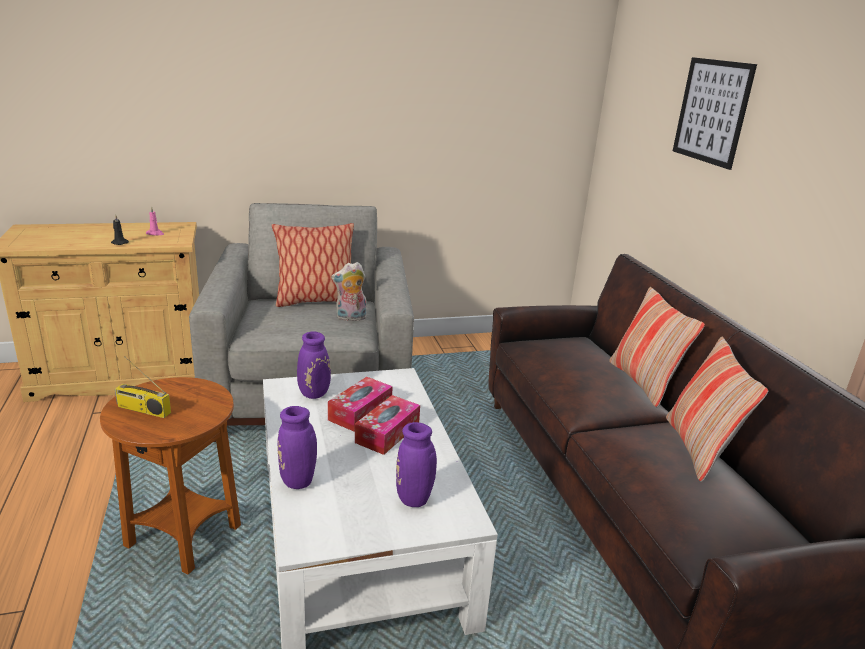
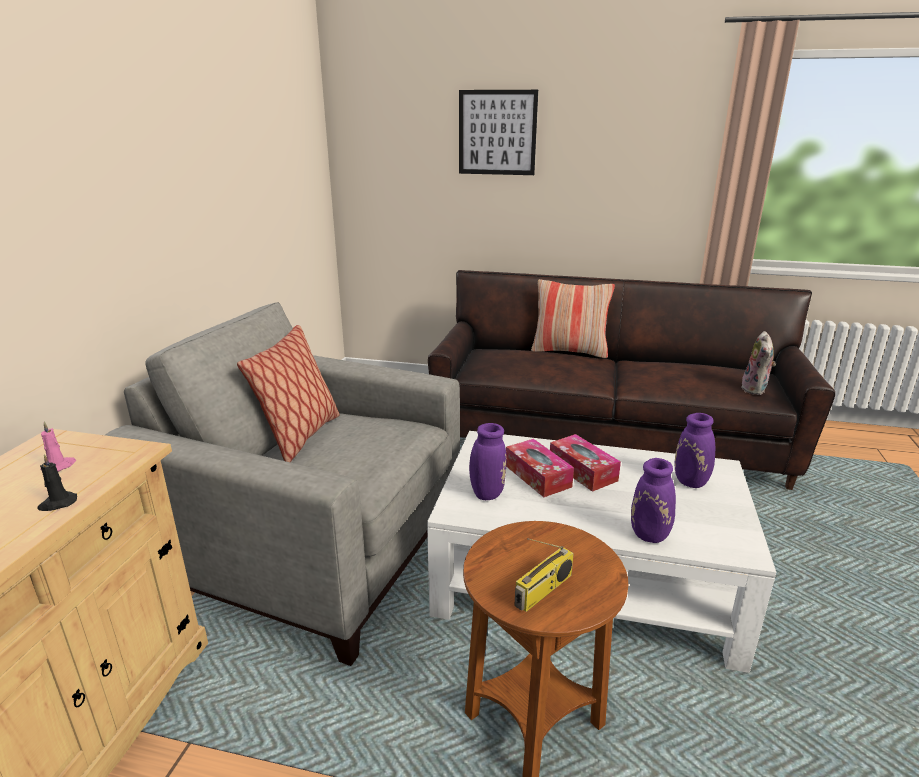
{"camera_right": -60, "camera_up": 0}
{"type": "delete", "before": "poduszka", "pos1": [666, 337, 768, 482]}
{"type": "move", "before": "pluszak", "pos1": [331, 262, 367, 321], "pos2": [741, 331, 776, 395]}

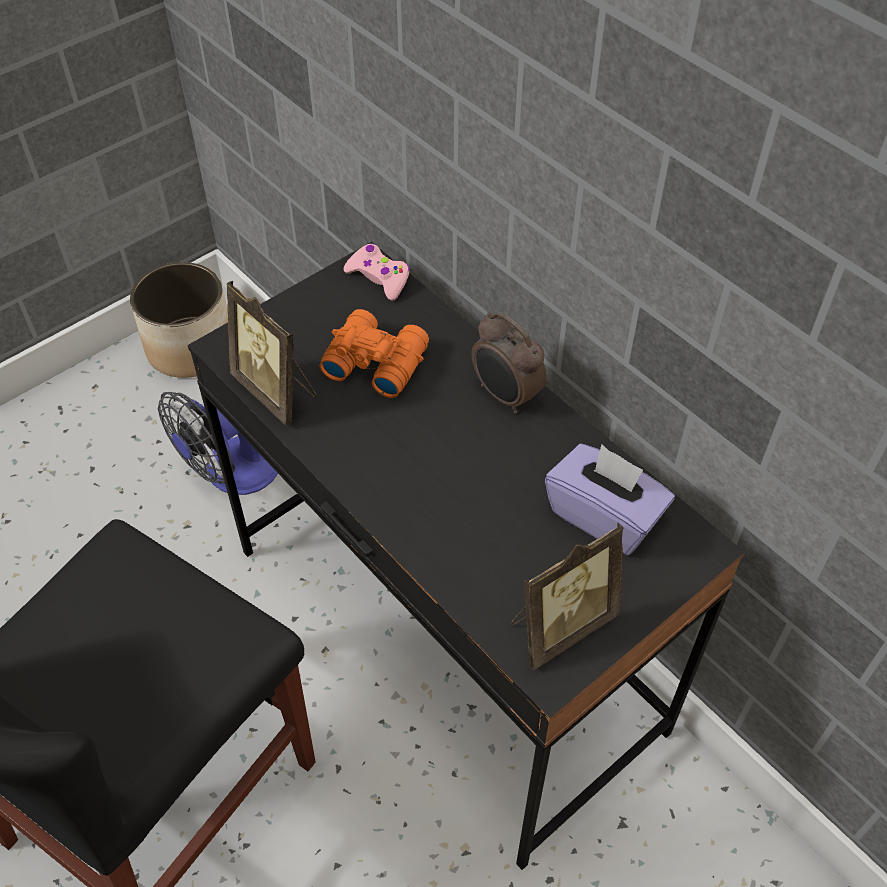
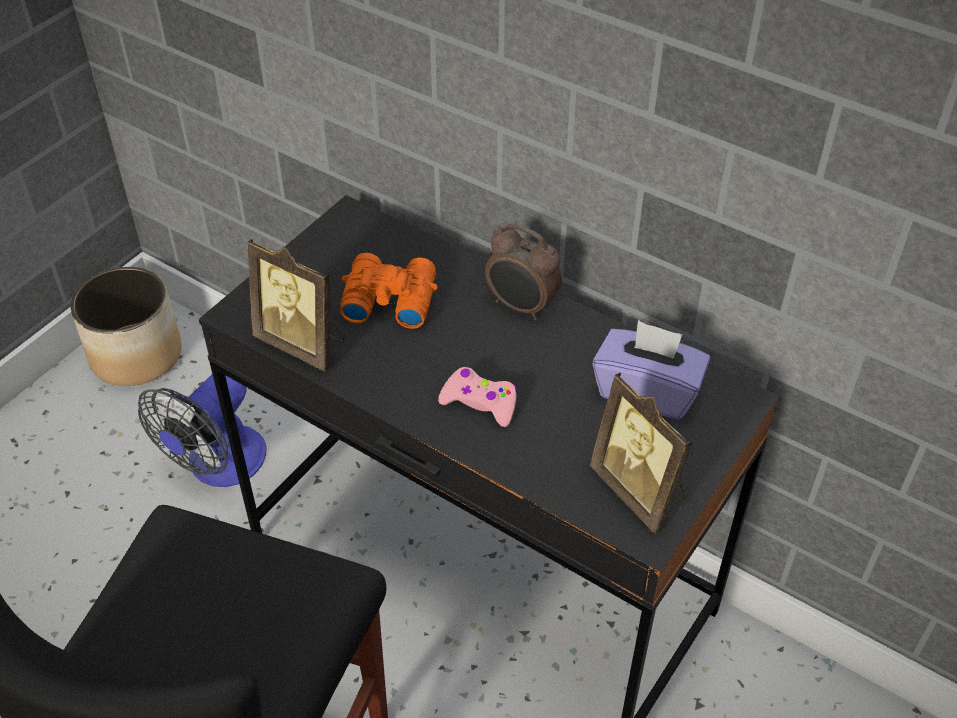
{"camera_right": -15, "camera_up": -5}
{"type": "move", "before": "pad do gier (różowy)", "pos1": [343, 244, 410, 301], "pos2": [438, 367, 517, 427]}
{"type": "rotate", "before": "ramka na zdjęcie", "pos1": [511, 523, 624, 671], "pos2": [590, 372, 692, 534], "turn": 105}

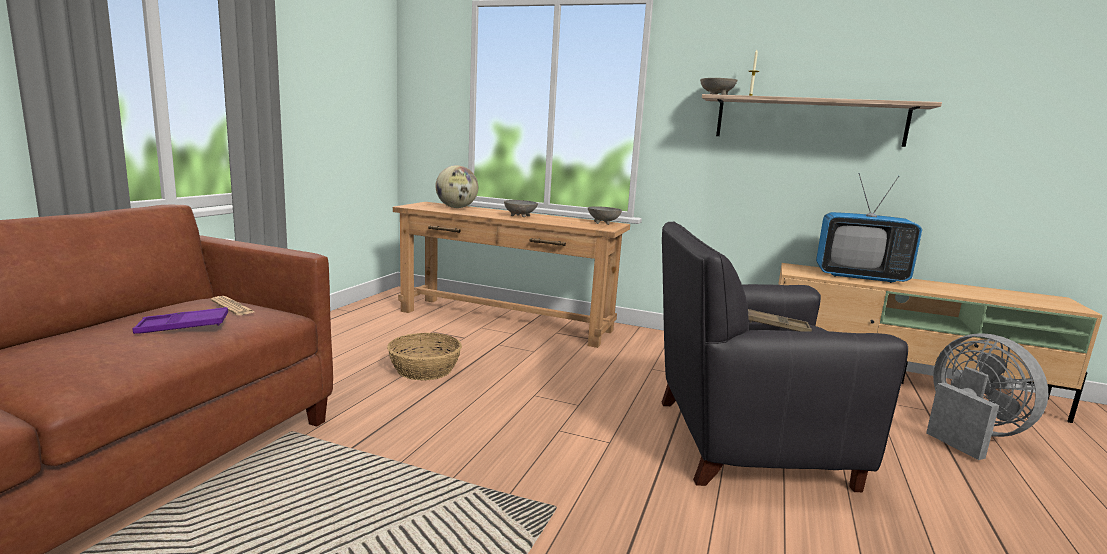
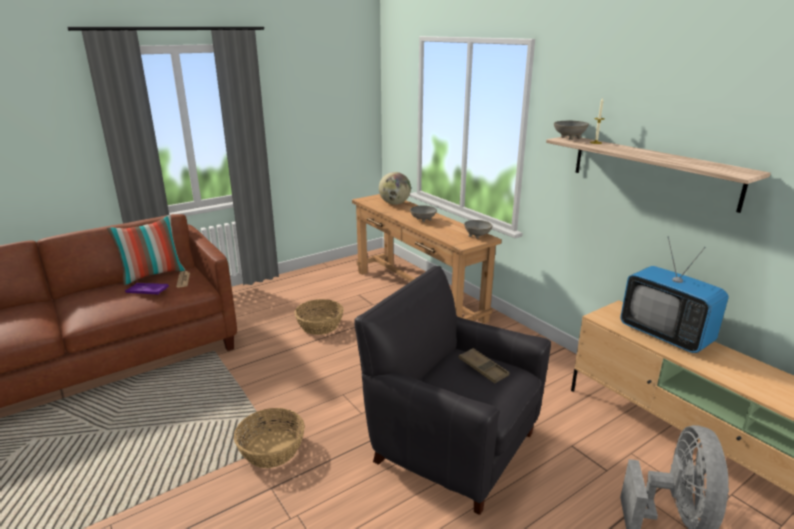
{"camera_right": 35, "camera_up": 10}
{"type": "insert", "after": "poduszka", "pos2": [107, 215, 185, 286]}
{"type": "insert", "after": "koszyk", "pos2": [234, 408, 305, 468]}

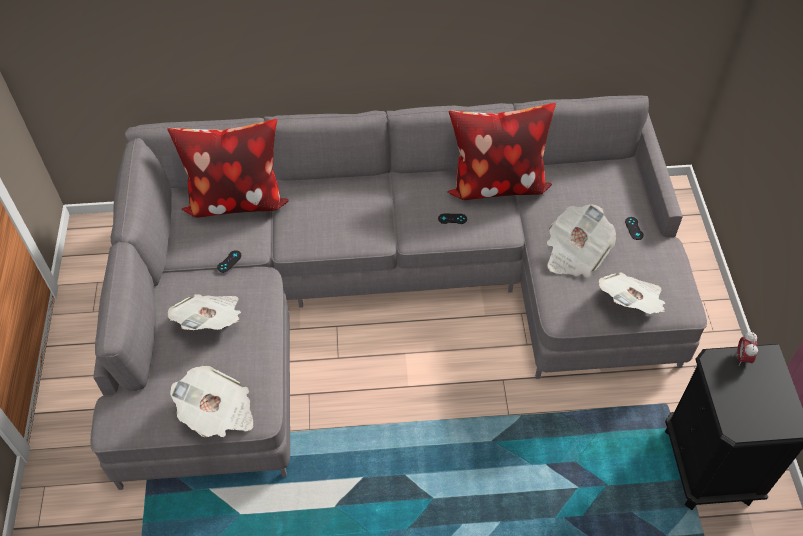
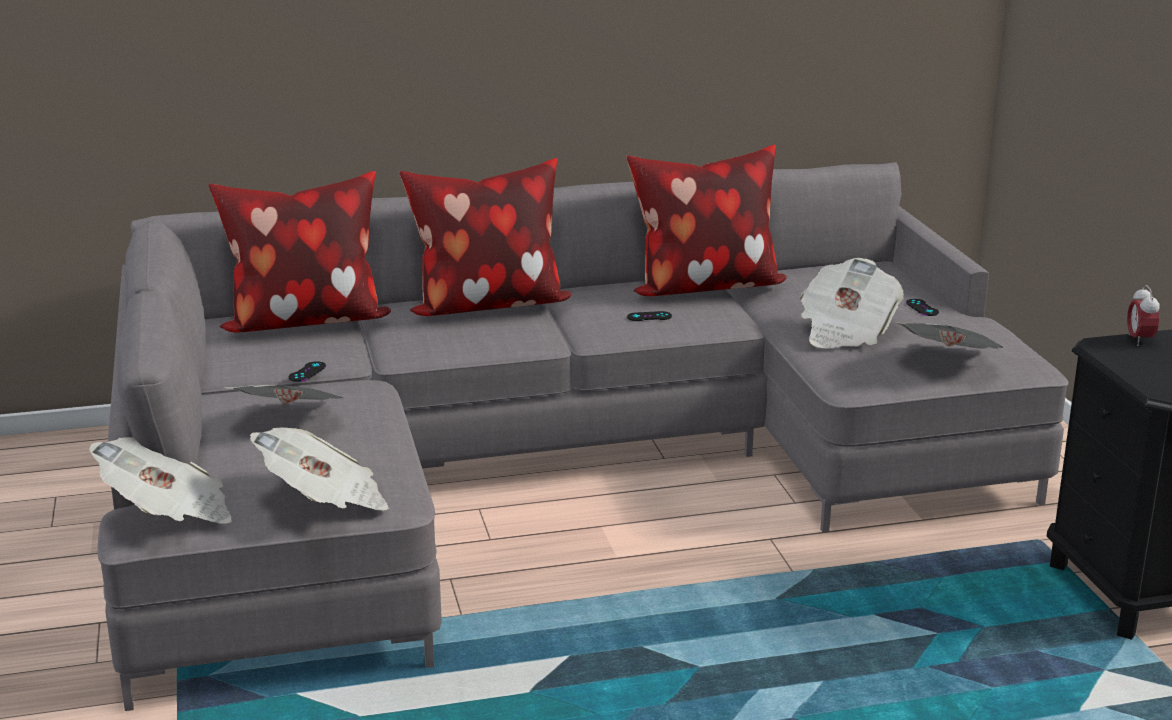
{"camera_right": -10, "camera_up": -30}
{"type": "insert", "after": "gazeta", "pos2": [89, 437, 232, 524]}
{"type": "insert", "after": "poduszka", "pos2": [399, 158, 572, 316]}

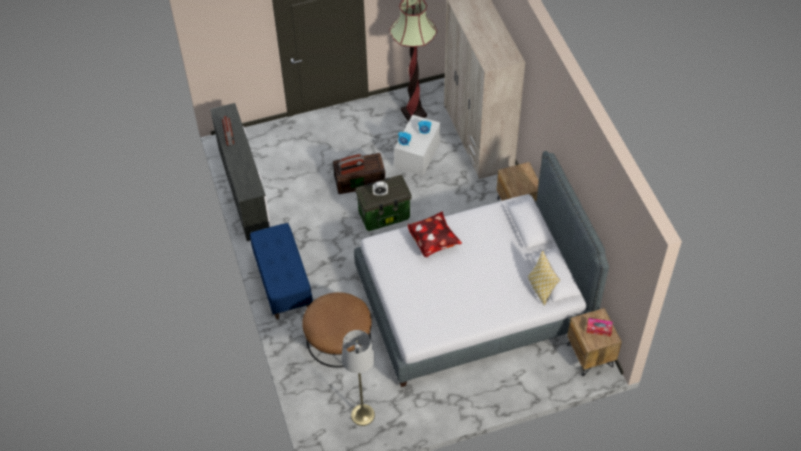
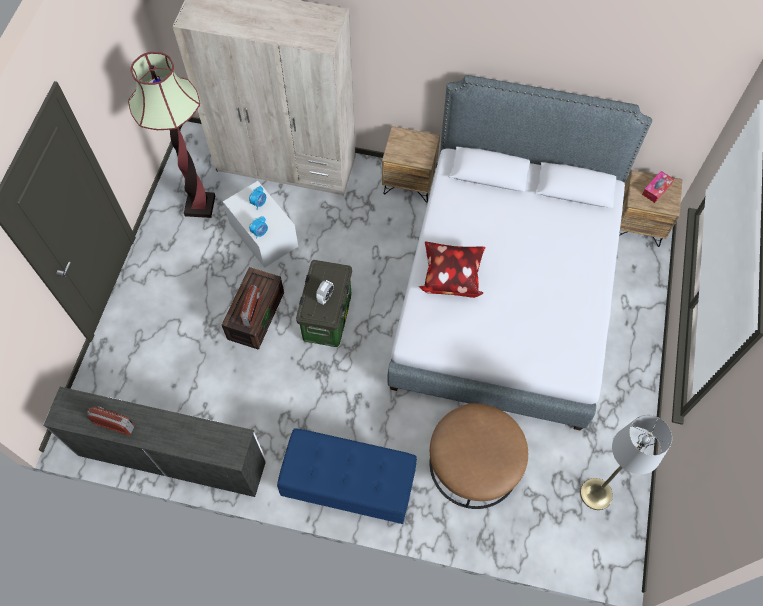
{"camera_right": -60, "camera_up": 10}
{"type": "delete", "before": "poduszka", "pos1": [528, 251, 560, 306]}

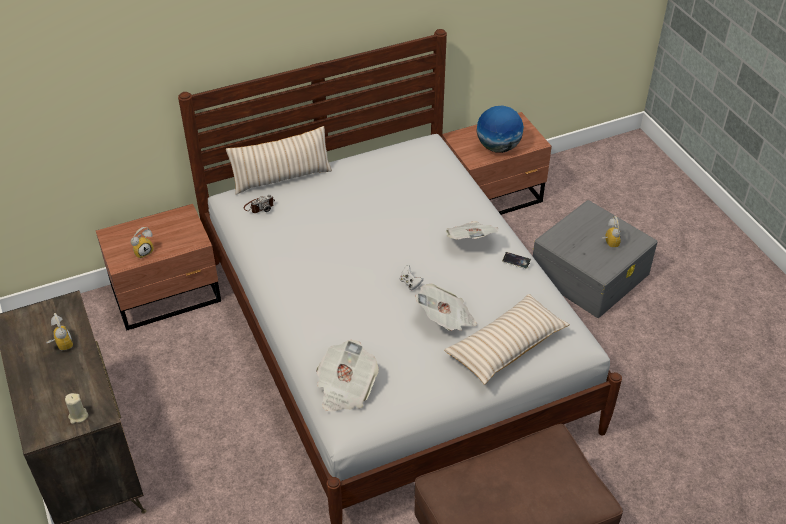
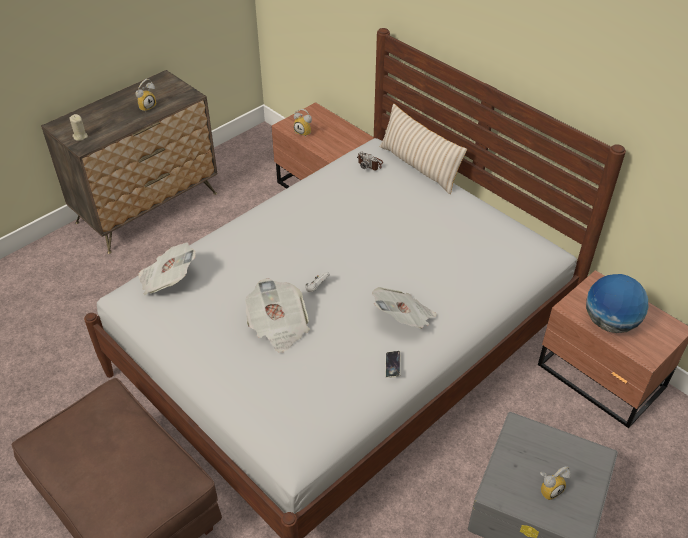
{"camera_right": 70, "camera_up": 0}
{"type": "delete", "before": "poduszka (beżowy)", "pos1": [444, 294, 570, 385]}

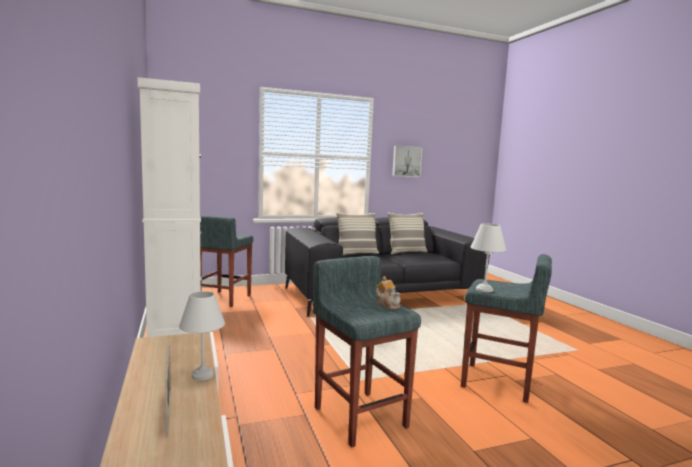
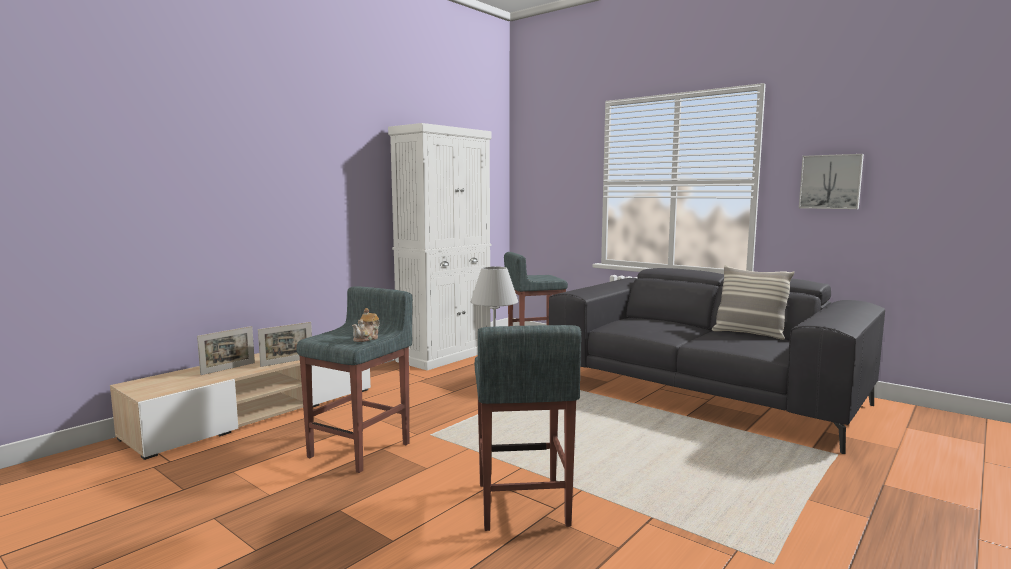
{"camera_right": 60, "camera_up": 0}
{"type": "delete", "before": "poduszka", "pos1": [336, 212, 379, 255]}
{"type": "replace", "before": "lampa stołowa (biały)", "after": "ramka na zdjęcie", "pos1": [179, 291, 225, 381], "pos2": [258, 322, 312, 367]}

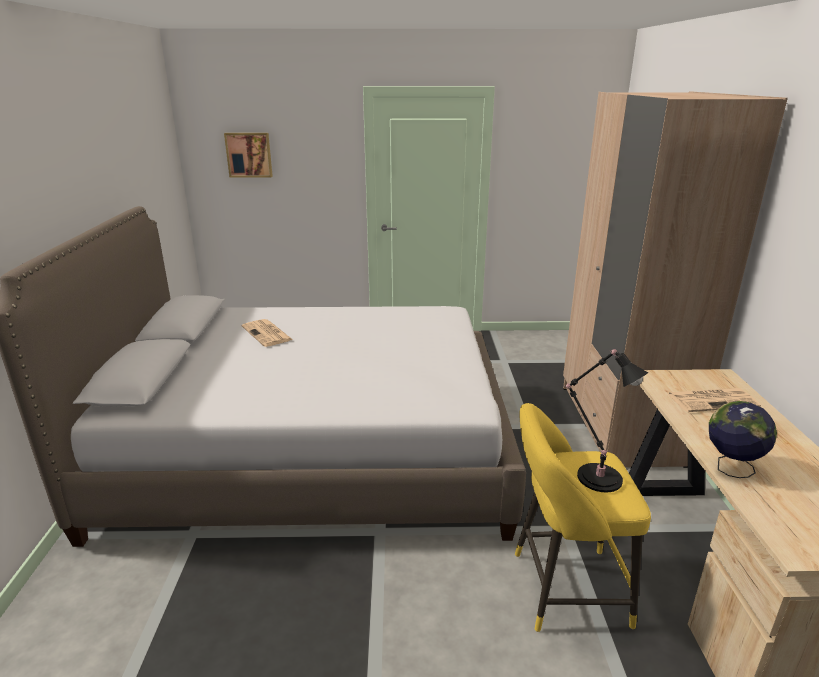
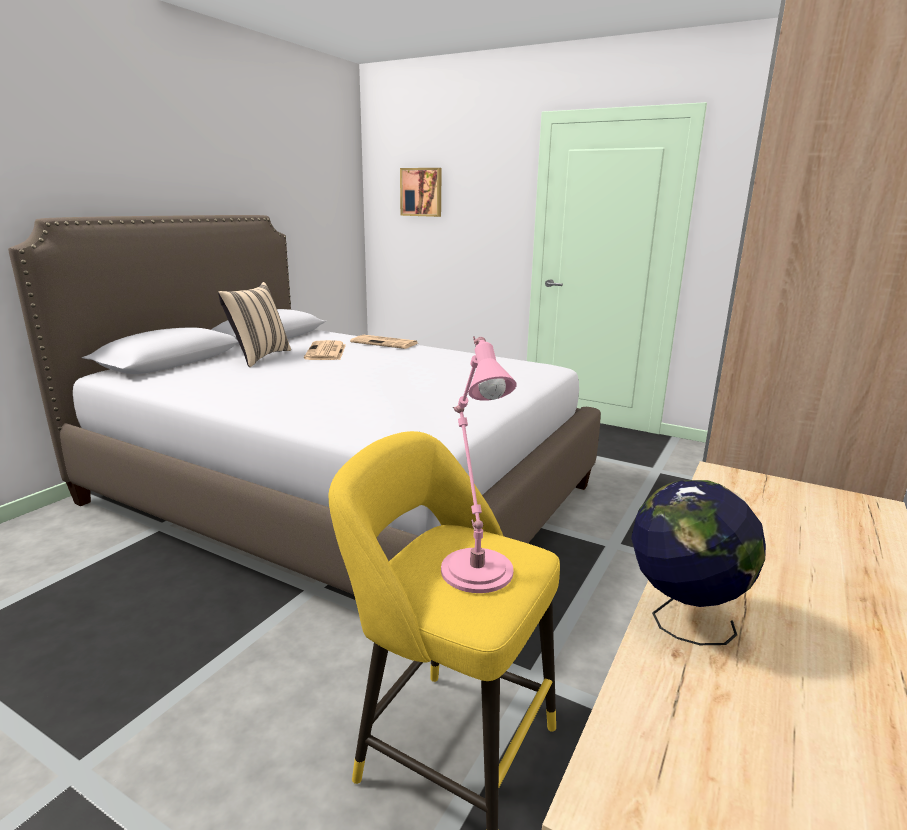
{"camera_right": 30, "camera_up": -5}
{"type": "insert", "after": "poduszka (beżowy)", "pos2": [218, 282, 291, 367]}
{"type": "move", "before": "gazeta", "pos1": [667, 388, 761, 412], "pos2": [350, 335, 417, 349]}
{"type": "recolor", "before": "lampa stołowa (czarny)", "after": "lampa stołowa (różowy)", "pos1": [565, 349, 648, 492], "pos2": [441, 336, 517, 593]}

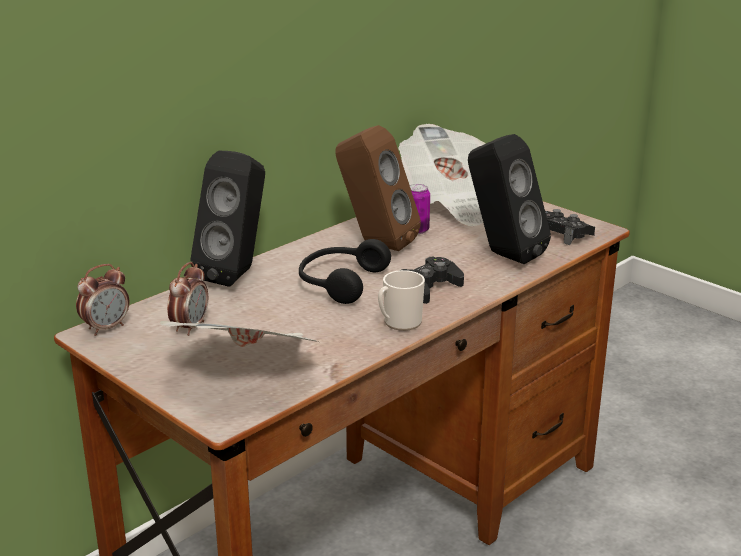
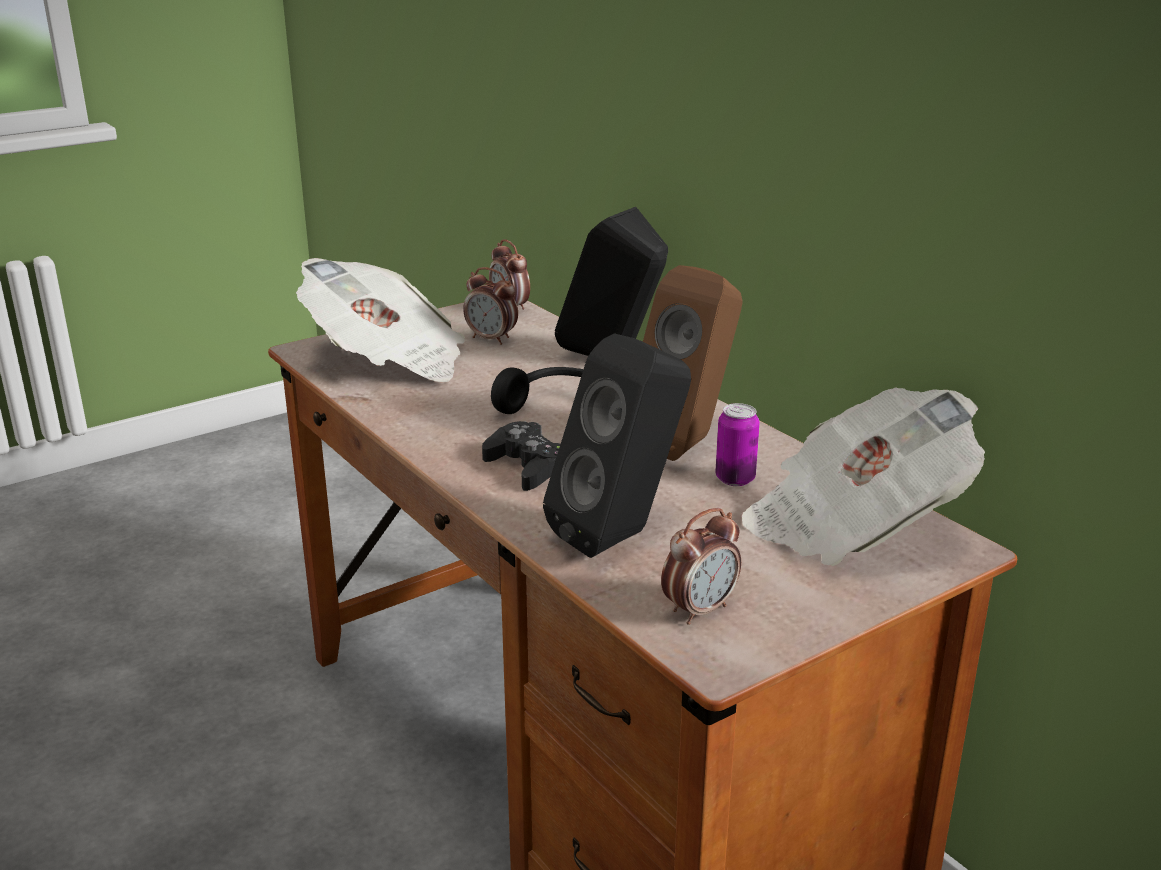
{"camera_right": 100, "camera_up": 0}
{"type": "delete", "before": "kubek", "pos1": [378, 270, 425, 331]}
{"type": "replace", "before": "pad do gier (czarny)", "after": "budzik", "pos1": [545, 209, 595, 245], "pos2": [661, 508, 741, 625]}

